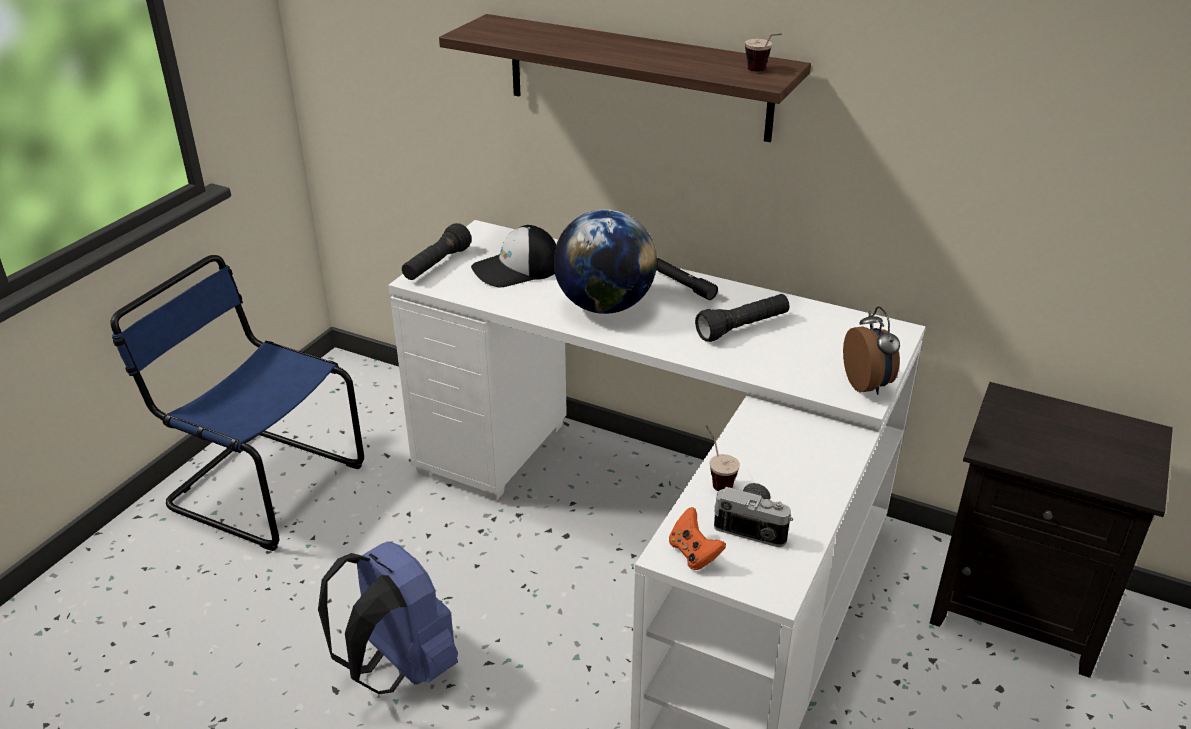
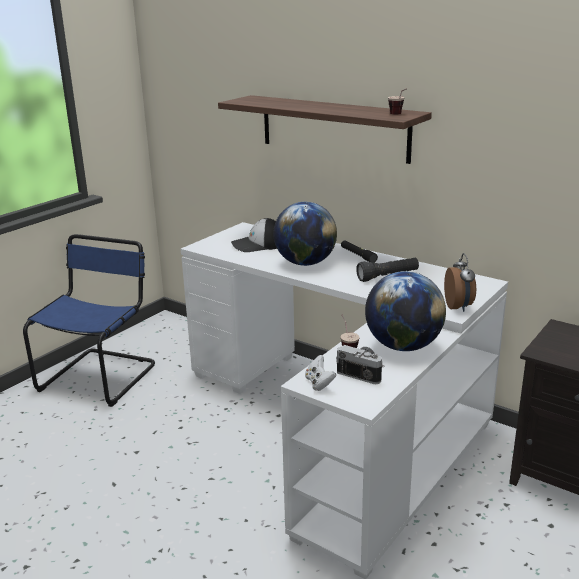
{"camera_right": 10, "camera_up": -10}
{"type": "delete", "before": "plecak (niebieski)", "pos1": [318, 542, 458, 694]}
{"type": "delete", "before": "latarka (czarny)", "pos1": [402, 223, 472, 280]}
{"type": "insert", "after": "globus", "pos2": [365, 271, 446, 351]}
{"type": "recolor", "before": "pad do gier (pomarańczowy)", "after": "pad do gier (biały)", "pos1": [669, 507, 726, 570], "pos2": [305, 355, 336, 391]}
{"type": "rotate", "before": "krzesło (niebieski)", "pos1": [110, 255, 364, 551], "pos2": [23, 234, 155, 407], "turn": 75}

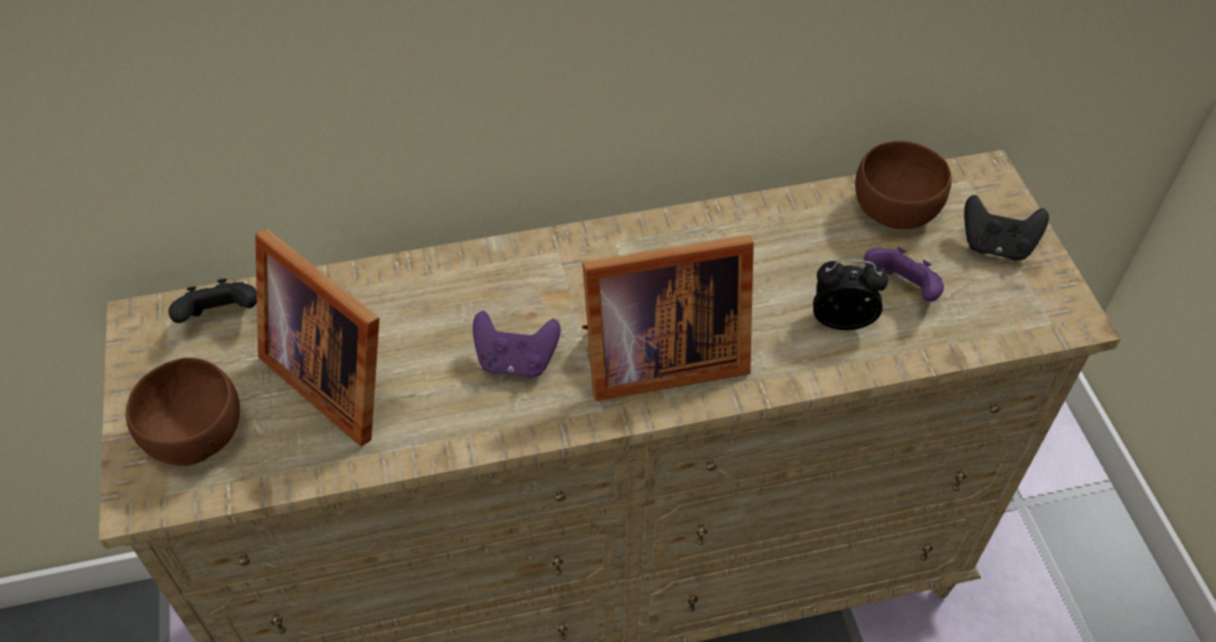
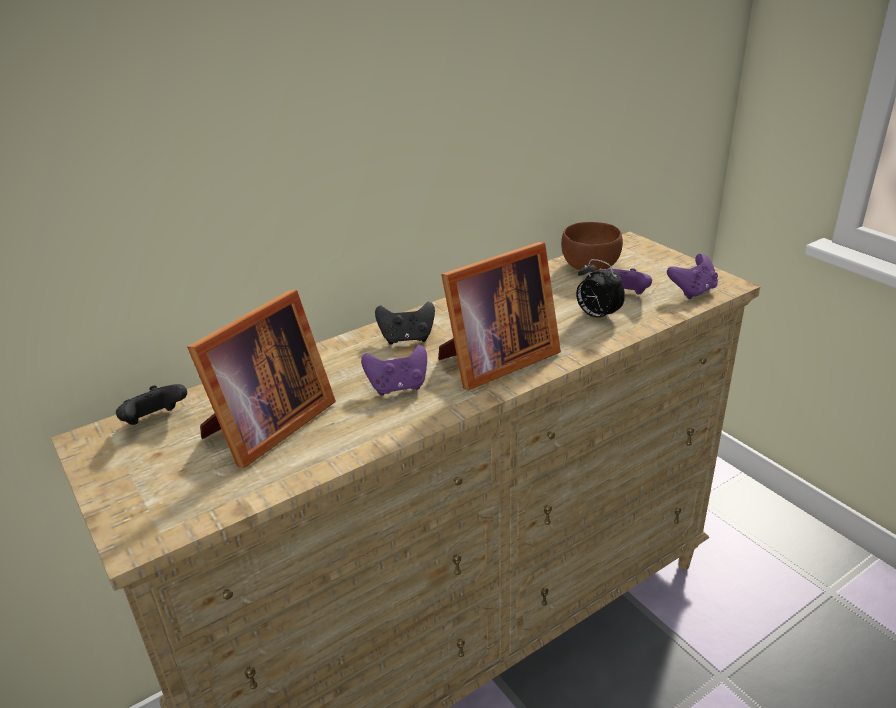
{"camera_right": -20, "camera_up": -20}
{"type": "delete", "before": "miska (brązowy)", "pos1": [126, 358, 240, 466]}
{"type": "insert", "after": "pad do gier (fioletowy)", "pos2": [667, 254, 718, 299]}
{"type": "move", "before": "pad do gier (czarny)", "pos1": [964, 195, 1049, 260], "pos2": [375, 302, 435, 344]}
{"type": "rotate", "before": "ramka na zdjęcie", "pos1": [255, 229, 380, 446], "pos2": [187, 290, 336, 468], "turn": -75}
{"type": "rotate", "before": "budzik", "pos1": [813, 259, 888, 330], "pos2": [576, 259, 625, 322], "turn": -120}

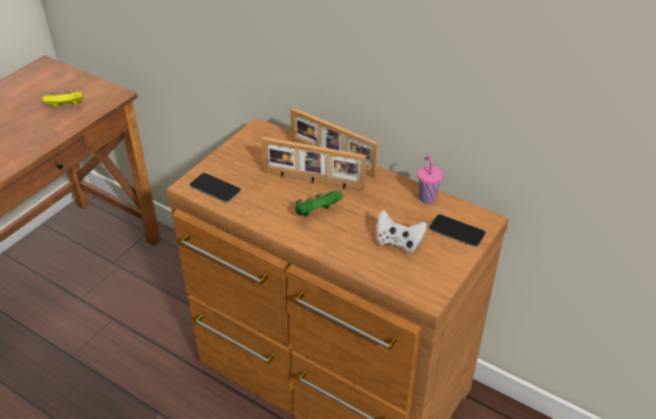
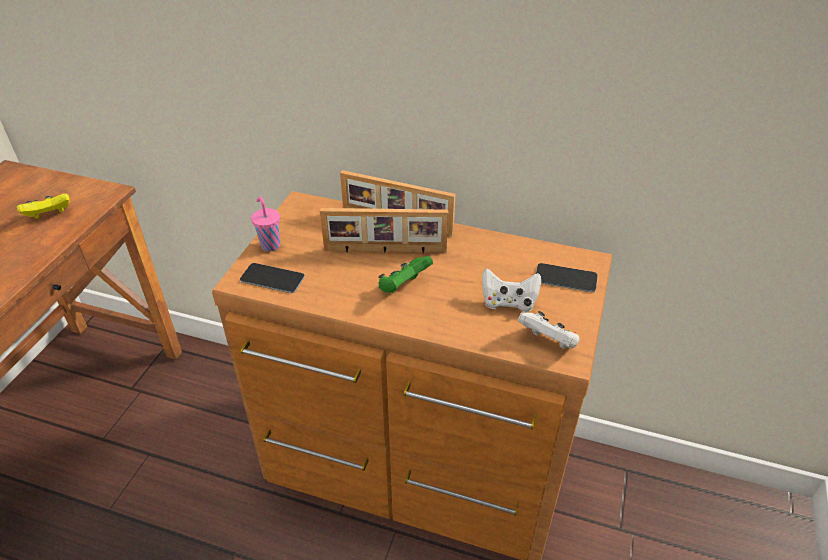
{"camera_right": -15, "camera_up": 0}
{"type": "insert", "after": "pad do gier (biały)", "pos2": [518, 311, 579, 349]}
{"type": "move", "before": "filiżanka (różowy)", "pos1": [418, 156, 443, 204], "pos2": [251, 197, 280, 252]}

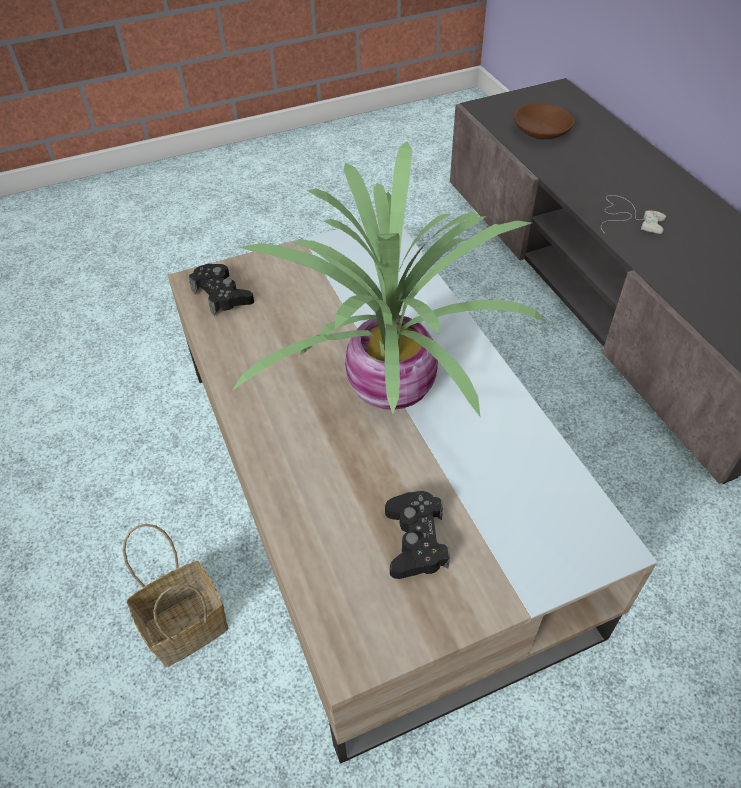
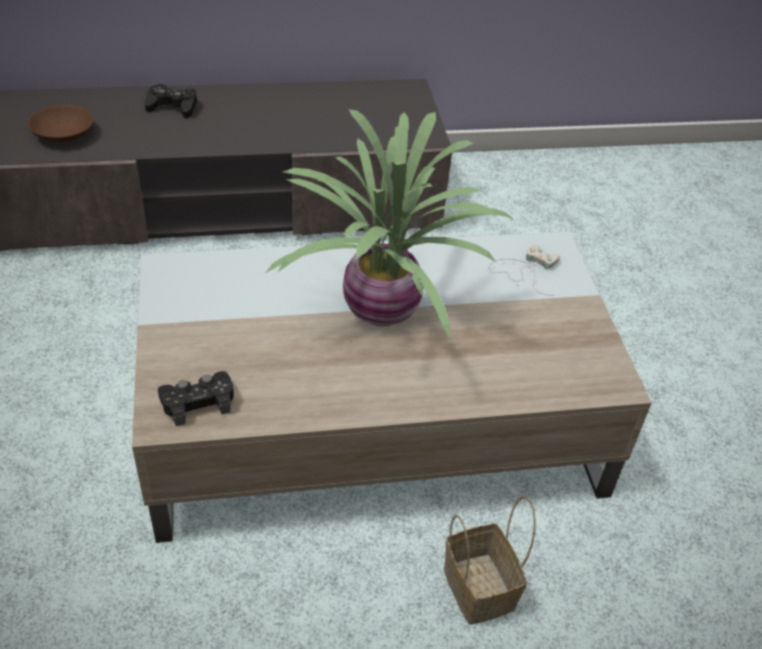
{"camera_right": -80, "camera_up": -5}
{"type": "move", "before": "pad do gier (czarny)", "pos1": [385, 491, 450, 579], "pos2": [144, 84, 197, 119]}
{"type": "move", "before": "pad do gier (biały)", "pos1": [601, 195, 666, 234], "pos2": [488, 245, 560, 295]}

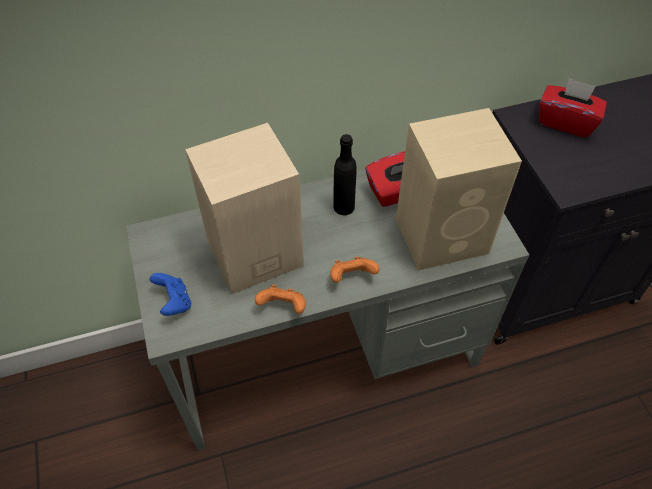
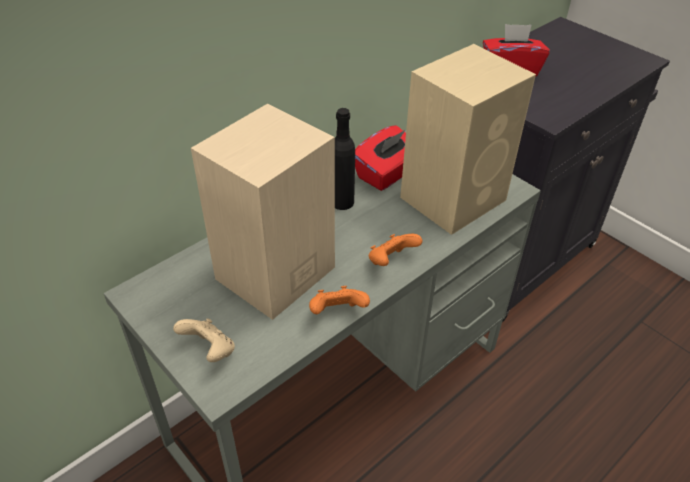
{"camera_right": -25, "camera_up": -10}
{"type": "recolor", "before": "pad do gier (niebieski)", "after": "pad do gier (beżowy)", "pos1": [150, 273, 191, 316], "pos2": [173, 318, 235, 362]}

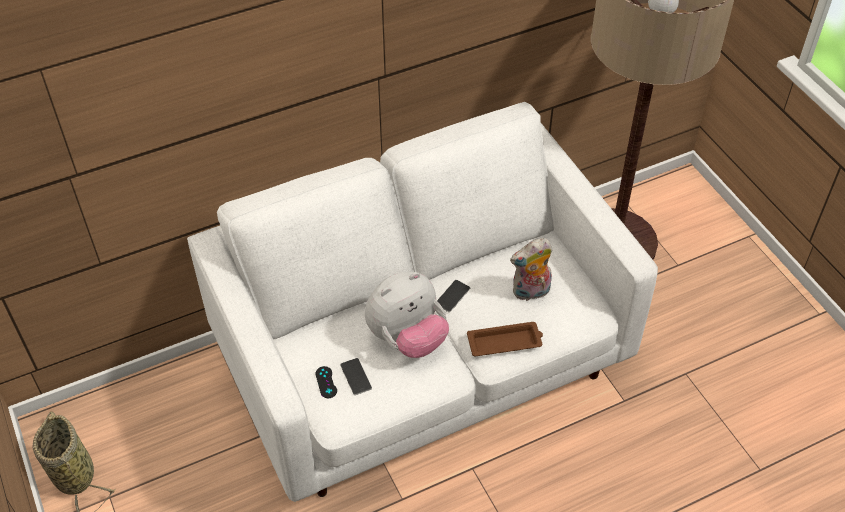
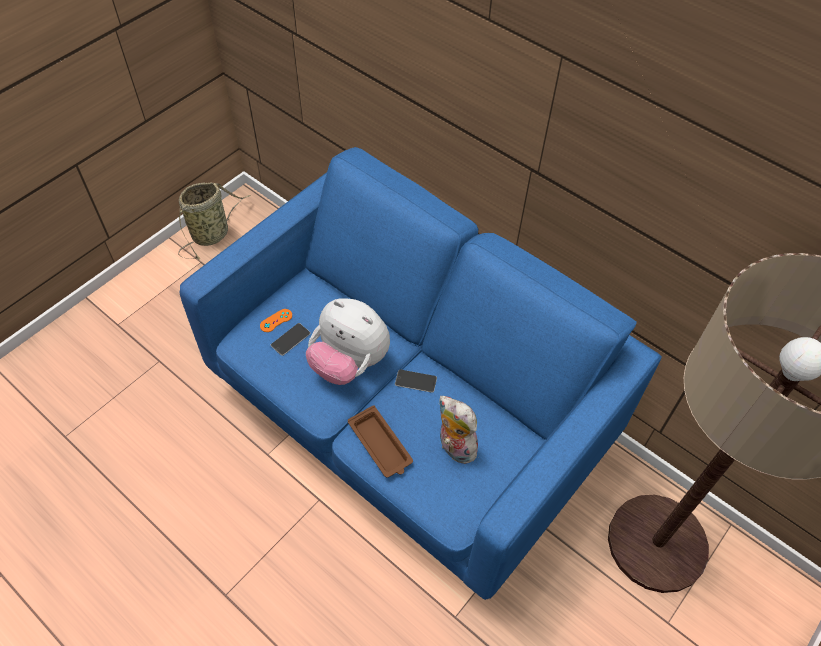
{"camera_right": 65, "camera_up": 5}
{"type": "recolor", "before": "kanapa (biały)", "after": "kanapa (niebieski)", "pos1": [187, 102, 658, 502], "pos2": [179, 147, 662, 600]}
{"type": "recolor", "before": "pad do gier (czarny)", "after": "pad do gier (pomarańczowy)", "pos1": [315, 366, 337, 398], "pos2": [260, 309, 292, 332]}

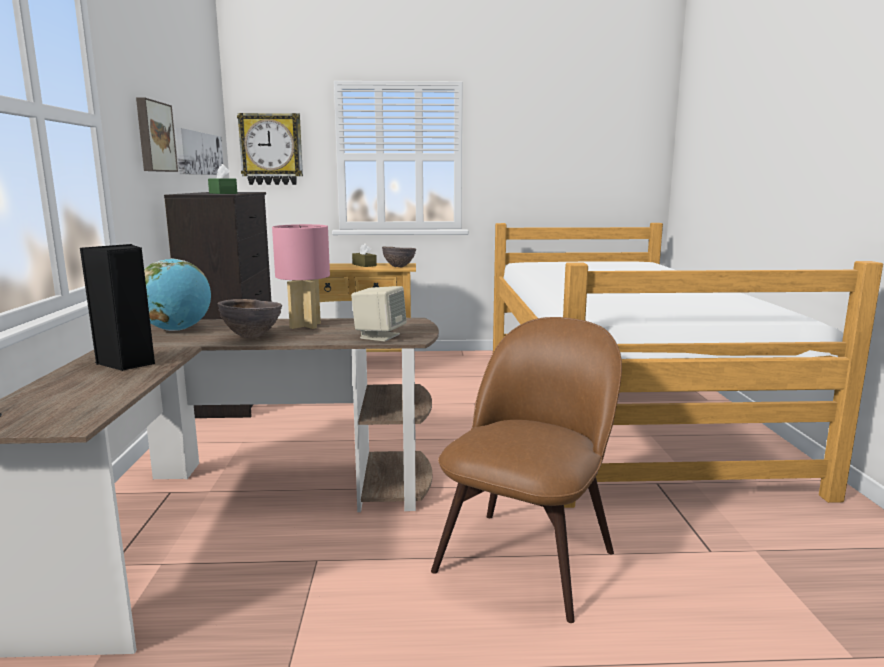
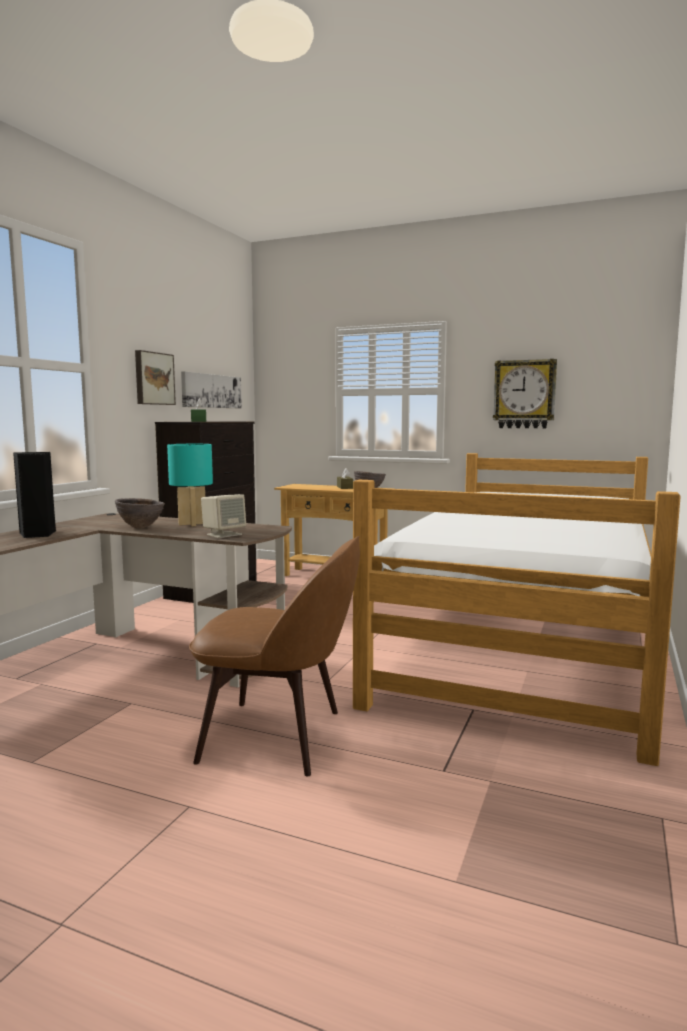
{"camera_right": 25, "camera_up": -5}
{"type": "delete", "before": "globus", "pos1": [144, 258, 211, 331]}
{"type": "move", "before": "zegar ścienny", "pos1": [237, 113, 303, 185], "pos2": [493, 359, 557, 429]}
{"type": "recolor", "before": "lampa stołowa (różowy)", "after": "lampa stołowa (turkusowy)", "pos1": [272, 224, 330, 329], "pos2": [167, 444, 213, 526]}
{"type": "rotate", "before": "krzesło (brązowy)", "pos1": [431, 317, 622, 623], "pos2": [189, 536, 360, 776], "turn": 45}

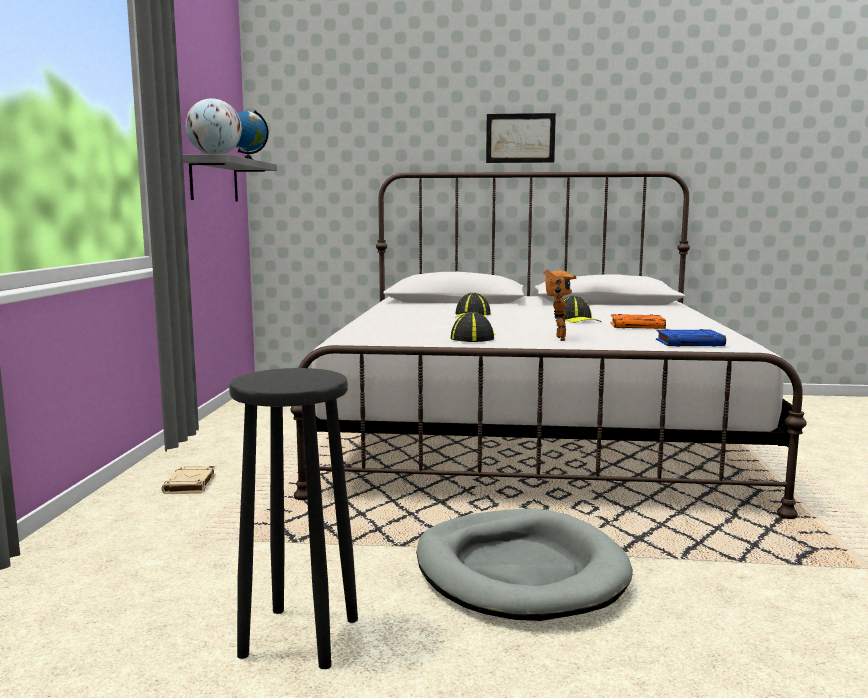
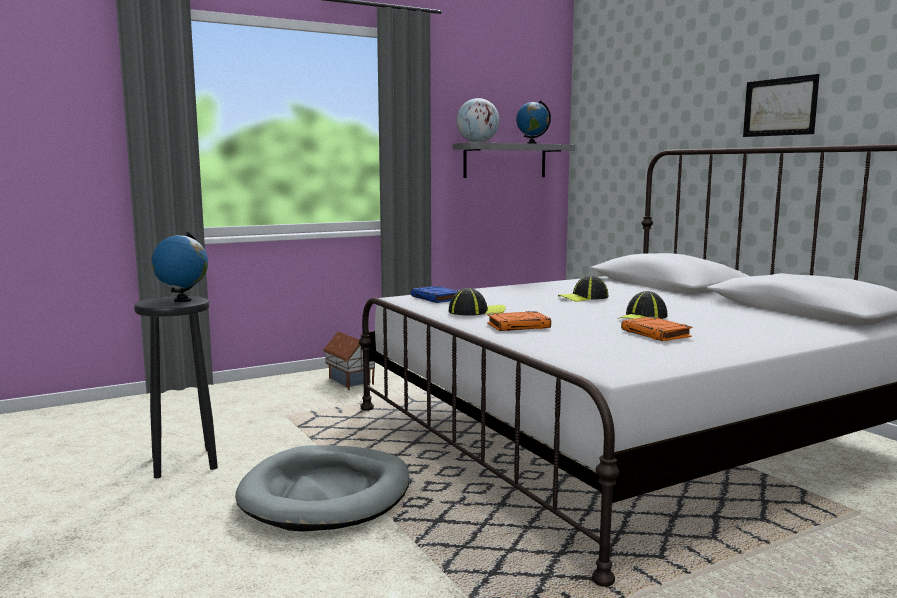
{"camera_right": 55, "camera_up": 0}
{"type": "insert", "after": "globus", "pos2": [151, 232, 208, 302]}
{"type": "move", "before": "książka (niebieski)", "pos1": [656, 329, 726, 346], "pos2": [411, 286, 458, 303]}
{"type": "replace", "before": "książka (beżowy)", "after": "domek", "pos1": [162, 466, 216, 494], "pos2": [323, 332, 375, 390]}
{"type": "replace", "before": "robot zabawkowy", "after": "książka (pomarańczowy)", "pos1": [543, 270, 577, 341], "pos2": [487, 311, 551, 331]}

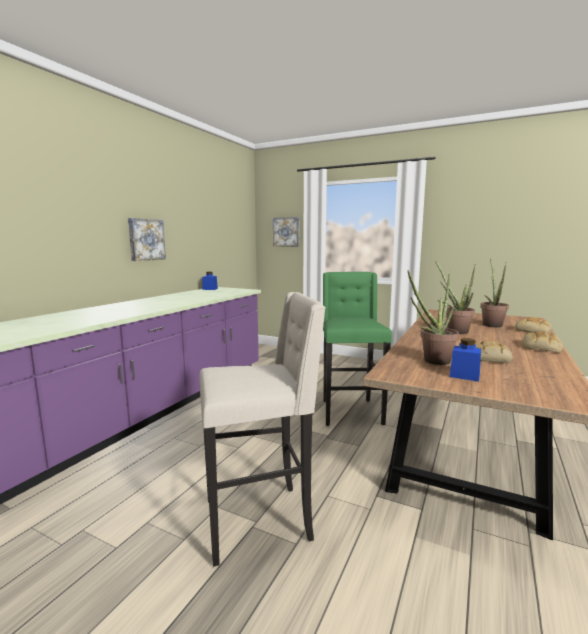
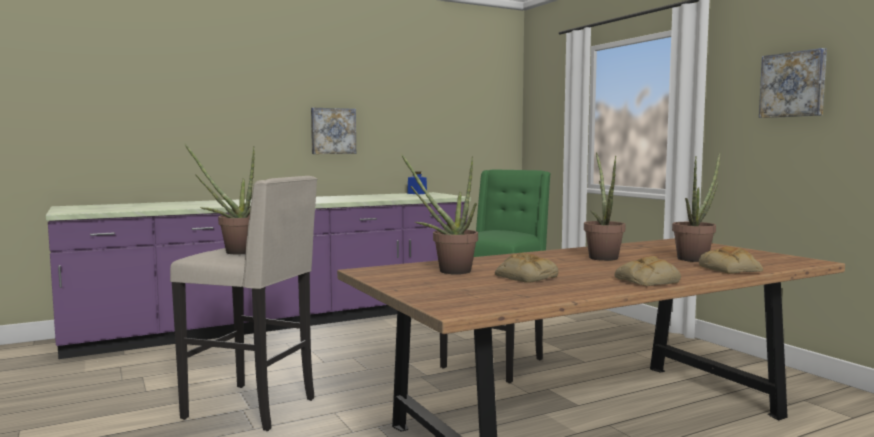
{"camera_right": 35, "camera_up": -5}
{"type": "delete", "before": "słoik (niebieski)", "pos1": [450, 338, 481, 381]}
{"type": "insert", "after": "roślina doniczkowa", "pos2": [185, 144, 255, 254]}
{"type": "move", "before": "obraz", "pos1": [273, 217, 300, 247], "pos2": [759, 48, 827, 118]}

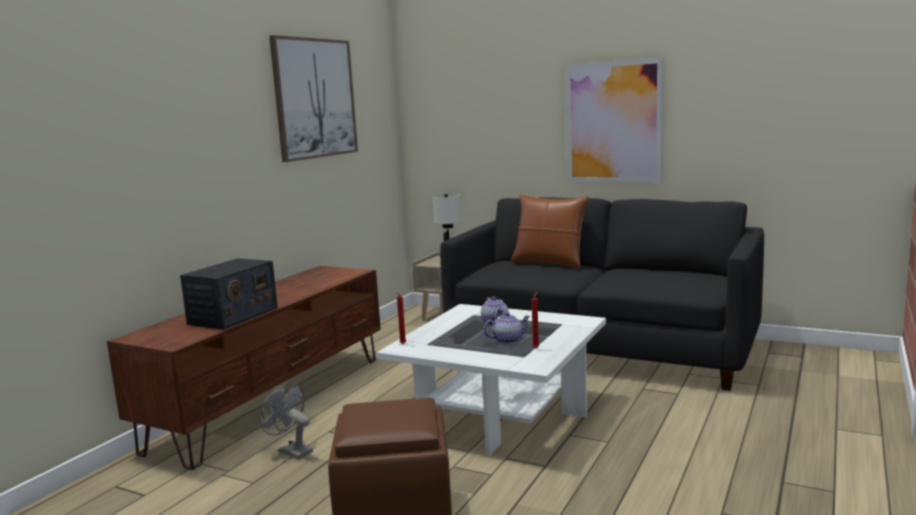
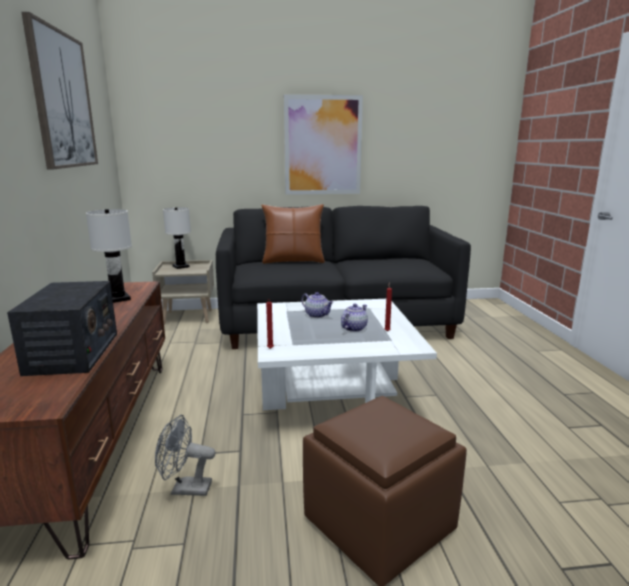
{"camera_right": -35, "camera_up": 5}
{"type": "insert", "after": "lampa stołowa (biały)", "pos2": [86, 209, 132, 303]}

